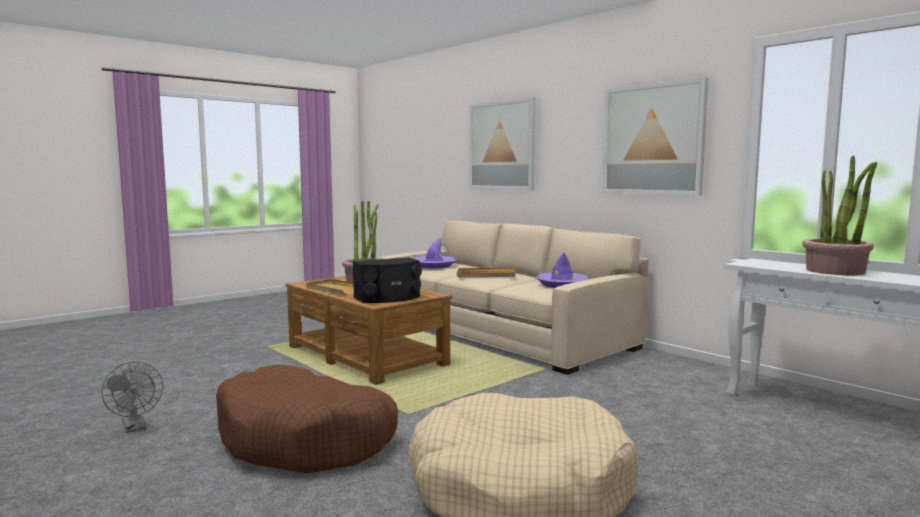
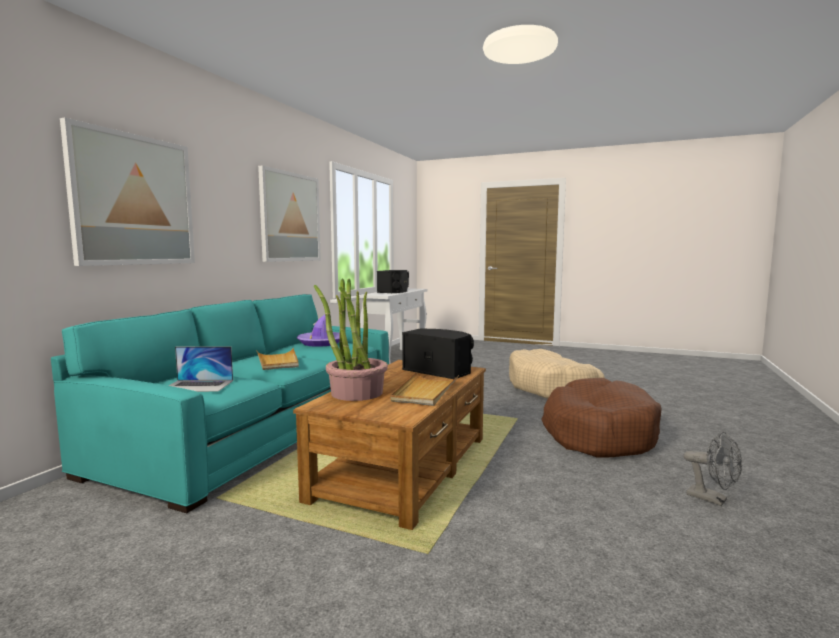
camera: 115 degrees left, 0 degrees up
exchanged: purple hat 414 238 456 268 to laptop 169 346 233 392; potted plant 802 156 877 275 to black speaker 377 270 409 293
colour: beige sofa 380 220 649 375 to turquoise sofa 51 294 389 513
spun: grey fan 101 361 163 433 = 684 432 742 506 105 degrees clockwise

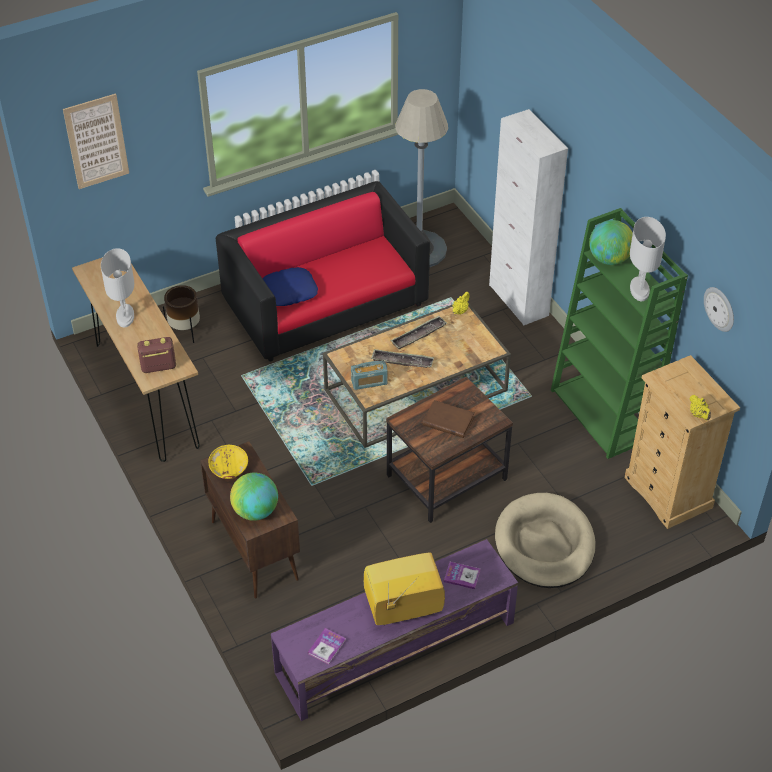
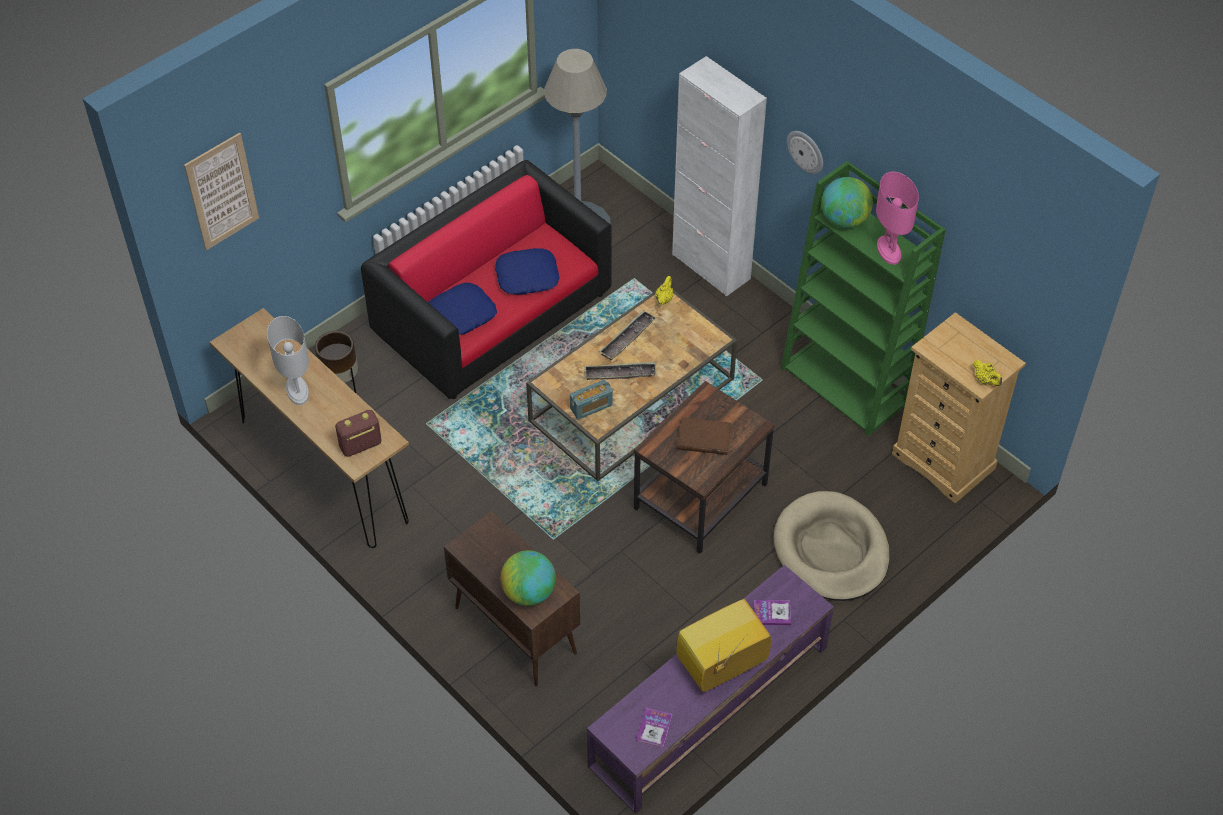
camera: 15 degrees left, 5 degrees up
missing: yellow bowl 208 445 248 479
appeared: blue pillow 495 248 559 295
relocated: wall clock 704 287 734 332 to 787 131 823 174
colour: white table lamp 630 217 666 301 to pink table lamp 876 172 919 265

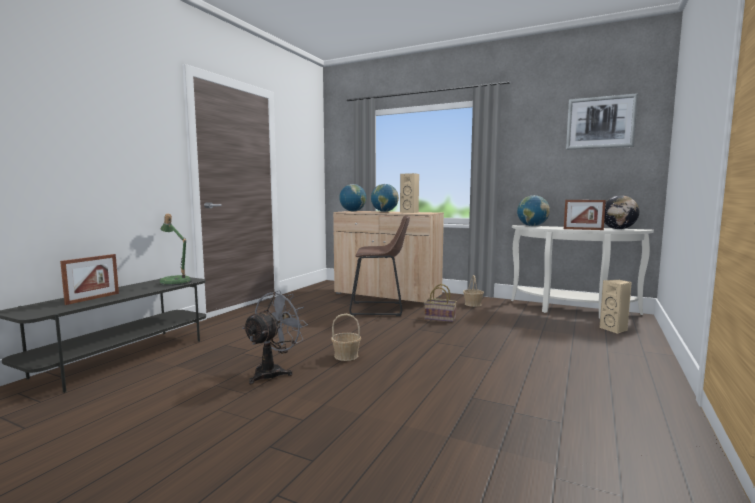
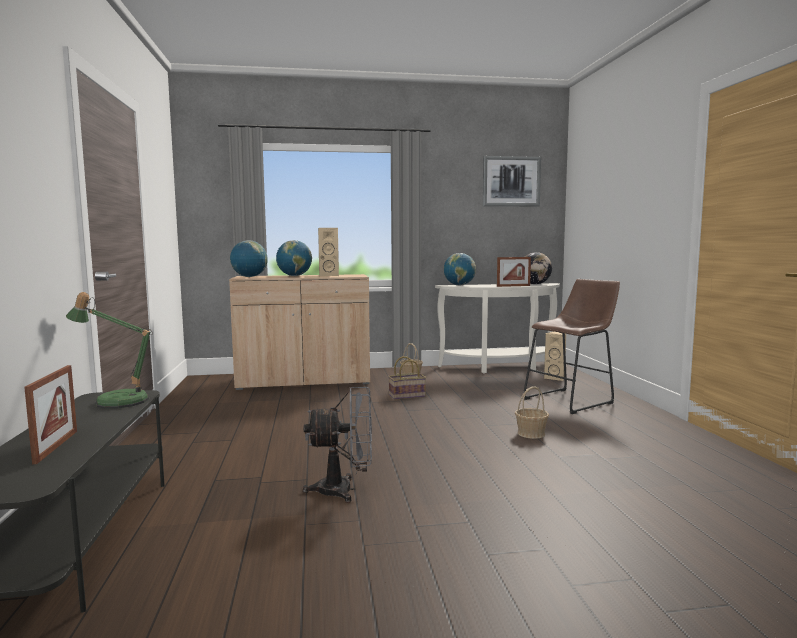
camera: 35 degrees left, 0 degrees up
relocated: basket 331 314 361 361 to 515 386 549 439; brown stool 349 215 410 316 to 523 279 620 414
spun: grey fan 242 291 308 384 = 303 387 372 503 90 degrees clockwise

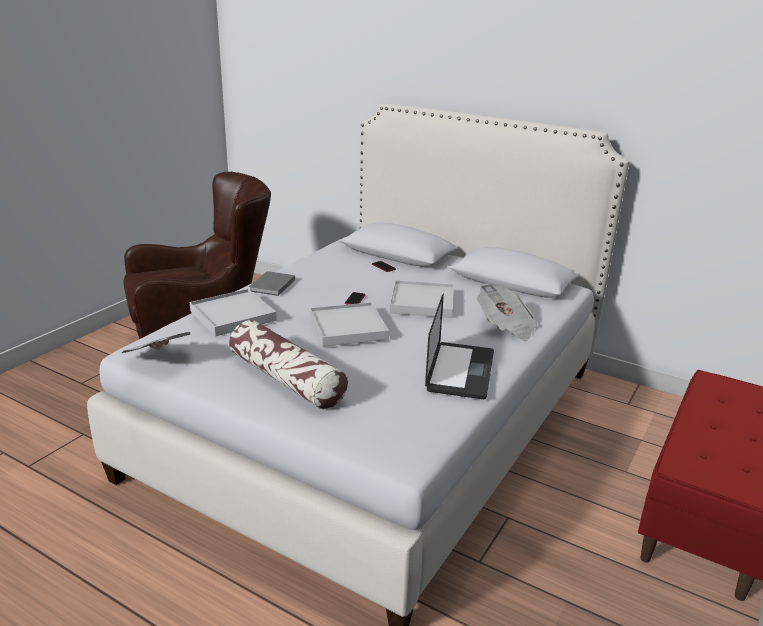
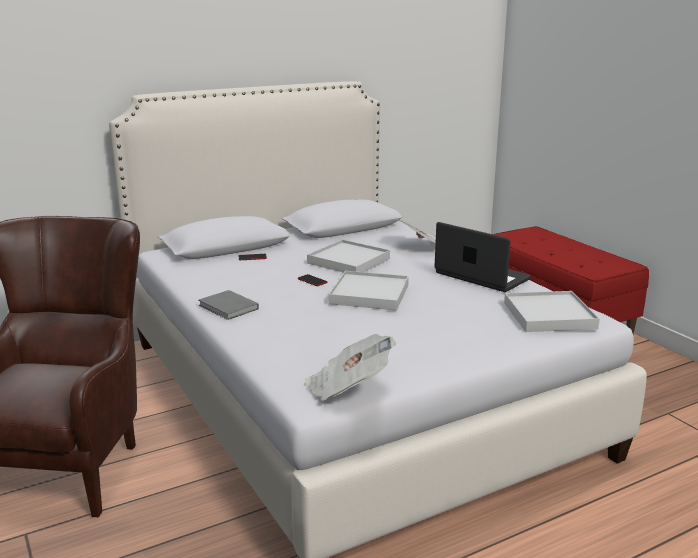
camera: 60 degrees left, 5 degrees down
missing: pillow 229 320 348 409
relocated: white tray 190 289 277 336 to 504 291 600 332

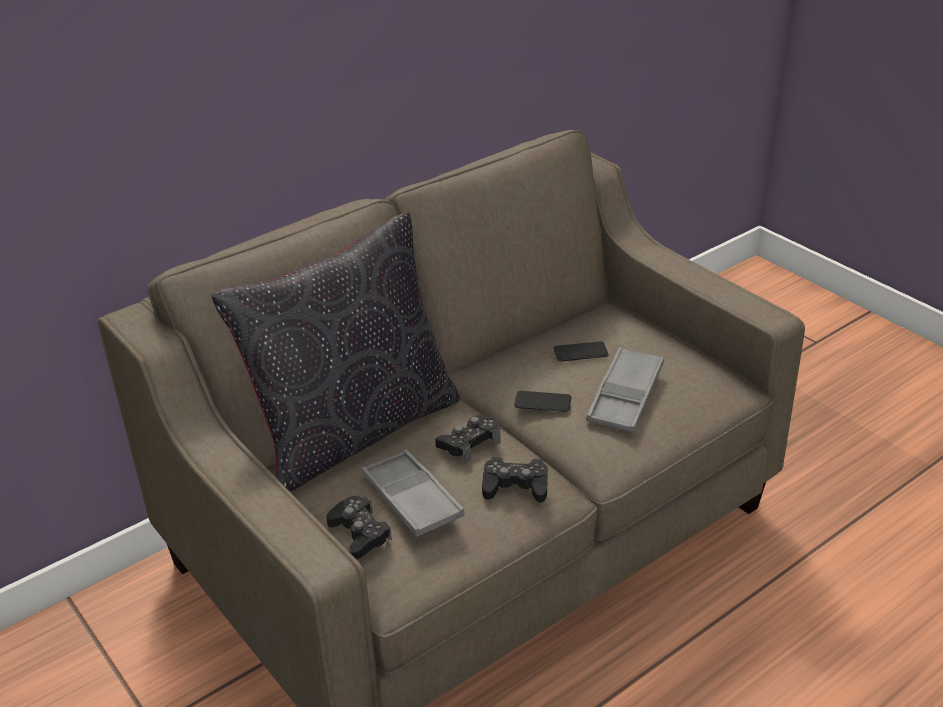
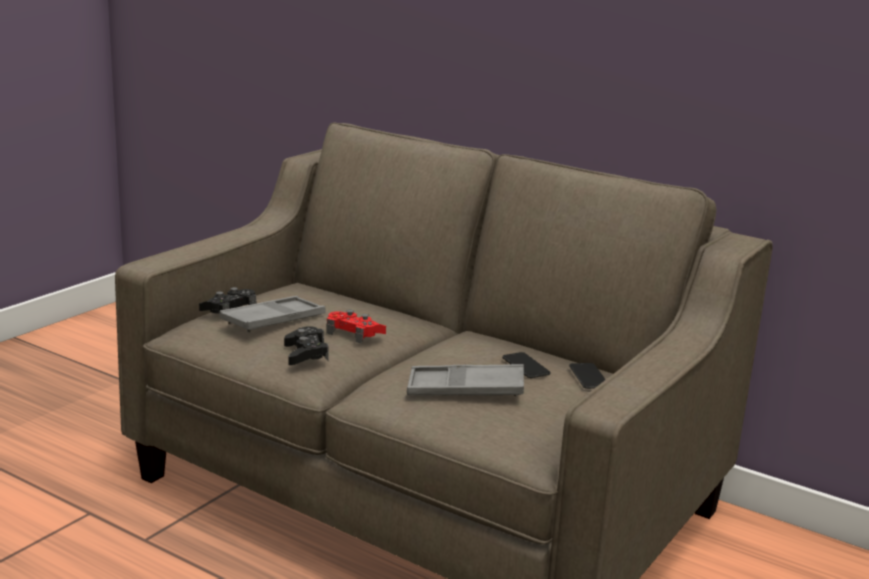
camera: 70 degrees right, 15 degrees down
missing: black pillow 211 213 460 492
relocated: phone 514 391 571 412 to 569 363 606 389
colour: black game controller 435 415 501 463 to red game controller 327 310 386 343

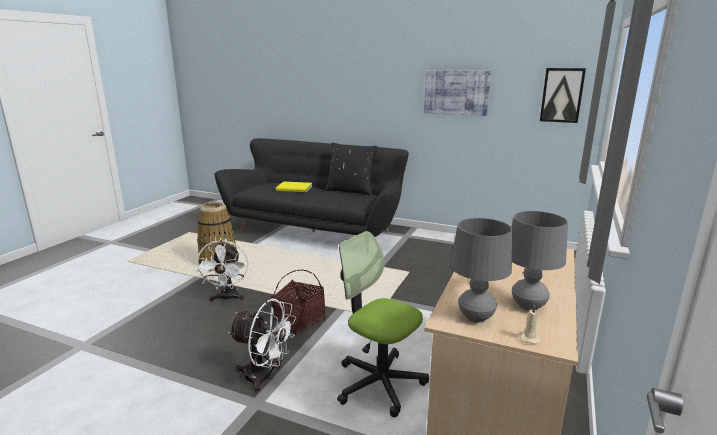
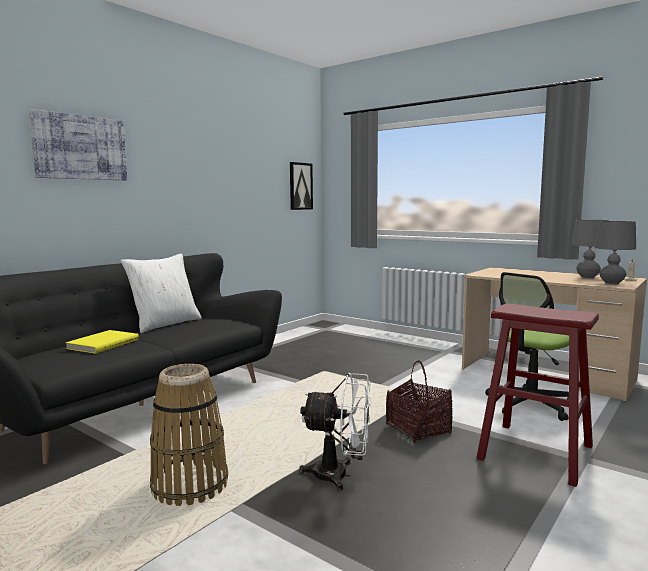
camera: 75 degrees left, 10 degrees down
relocated: picture 424 70 491 116 to 29 109 127 180
exchanged: white fan 228 298 296 392 to red stool 476 303 599 487
colour: black pillow 325 143 377 196 to white pillow 121 254 202 333

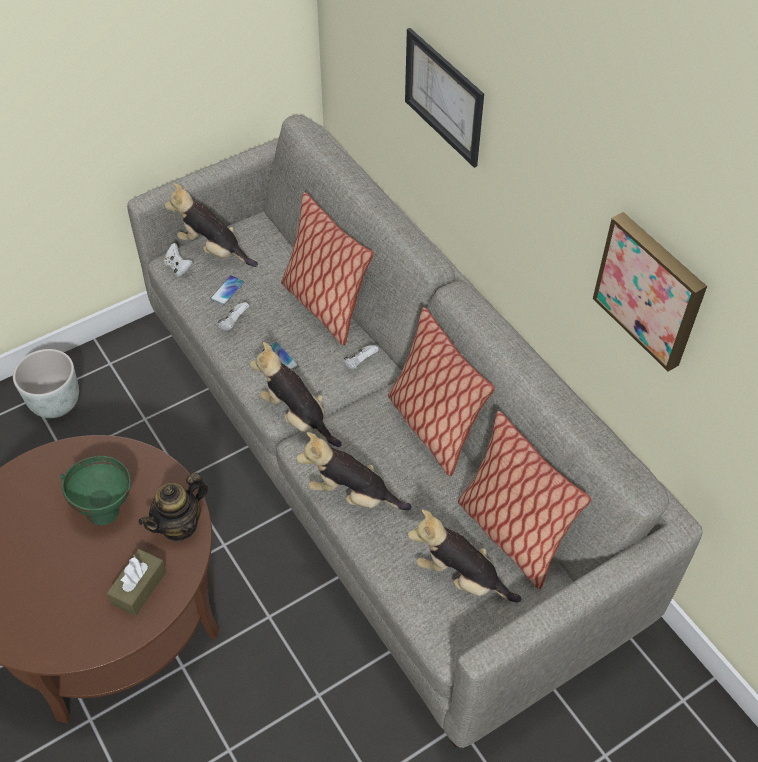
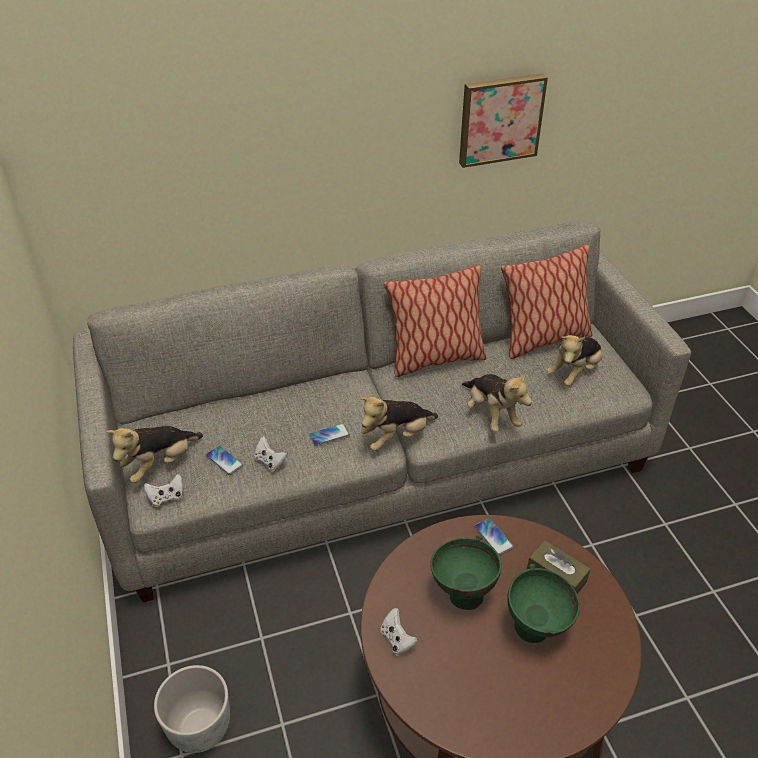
camera: 75 degrees left, 10 degrees down
missing: pillow 281 192 373 345; picture 405 28 484 168
appeared: green bowl 507 564 580 643
relocated: white game controller 344 345 379 369 to 380 608 418 656
exchanged: teapot 138 472 208 542 to phone 475 518 514 555
spun: plush toy 296 432 412 510 = 462 372 532 432 60 degrees counterclockwise

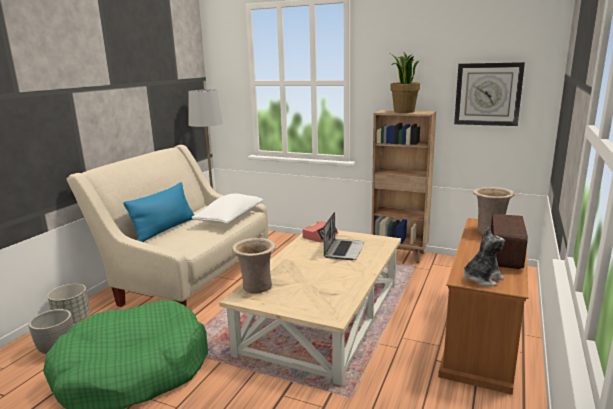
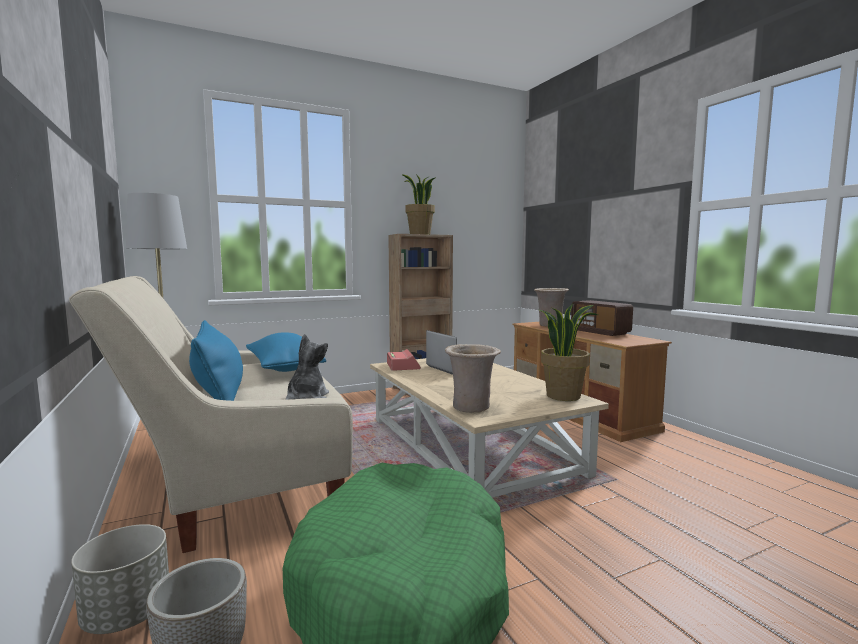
camera: 50 degrees left, 10 degrees down
missing: wall clock 454 62 525 126
appeared: potted plant 539 304 598 401
relocated: plush toy 464 227 505 287 to 286 334 329 399
colour: white pillow 192 193 263 224 to blue pillow 246 332 326 372

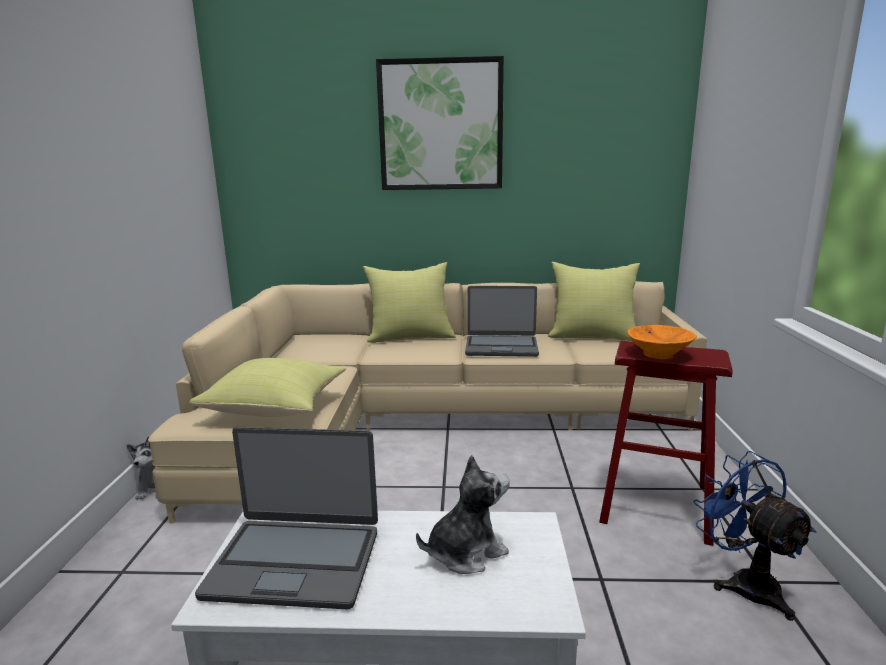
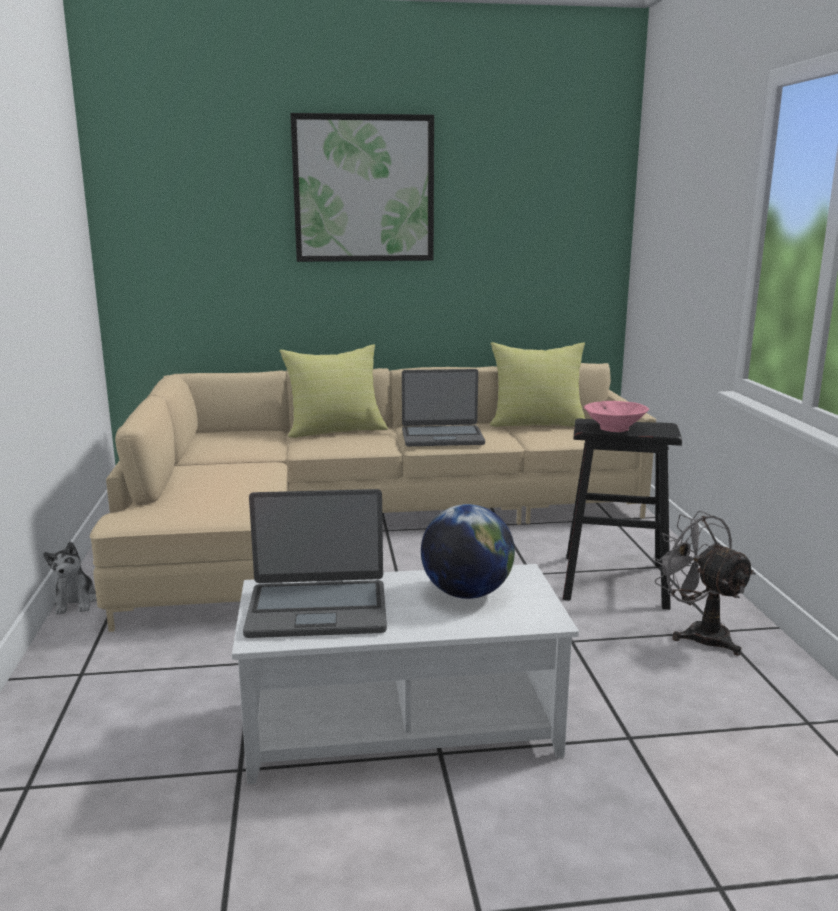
camera: 10 degrees left, 0 degrees up
missing: yellow pillow 189 358 346 417
exchanged: plush toy 416 455 510 574 to globe 421 504 515 599
colour: red stool 599 341 732 546 to black stool 563 418 682 610; orange bowl 627 325 697 359 to pink bowl 584 401 649 432; blue fan 693 451 817 621 to grey fan 652 511 756 656

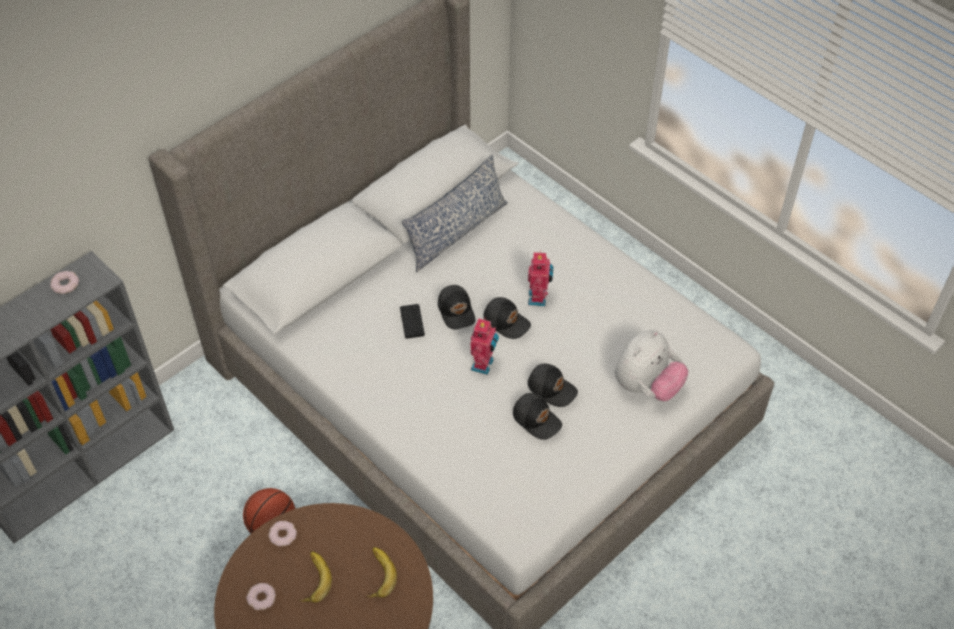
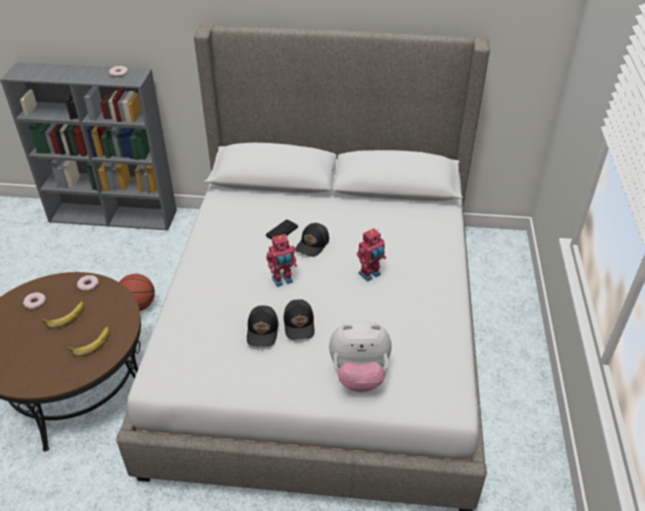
camera: 50 degrees right, 10 degrees down
missing: pillow 402 155 508 273; black cap 484 297 531 339

